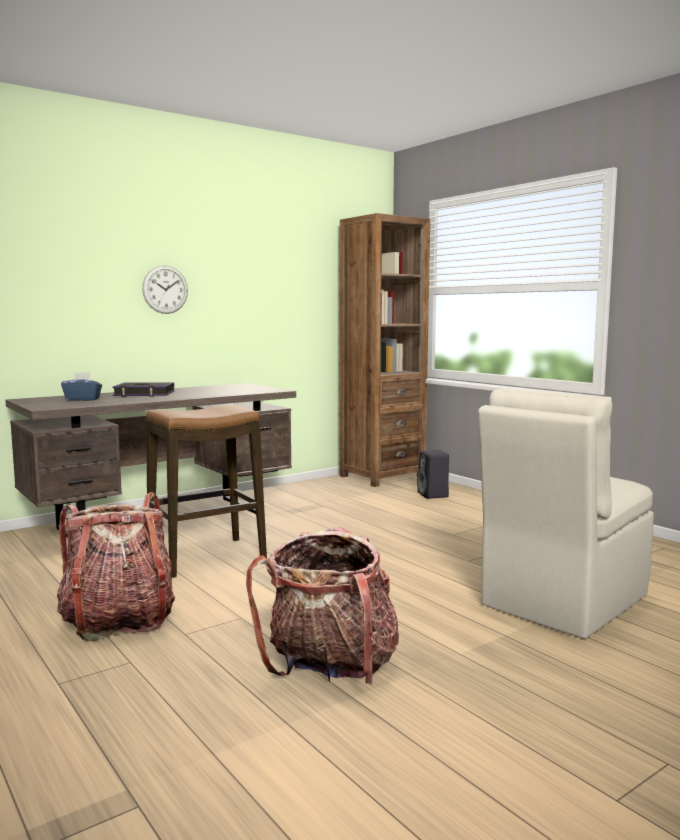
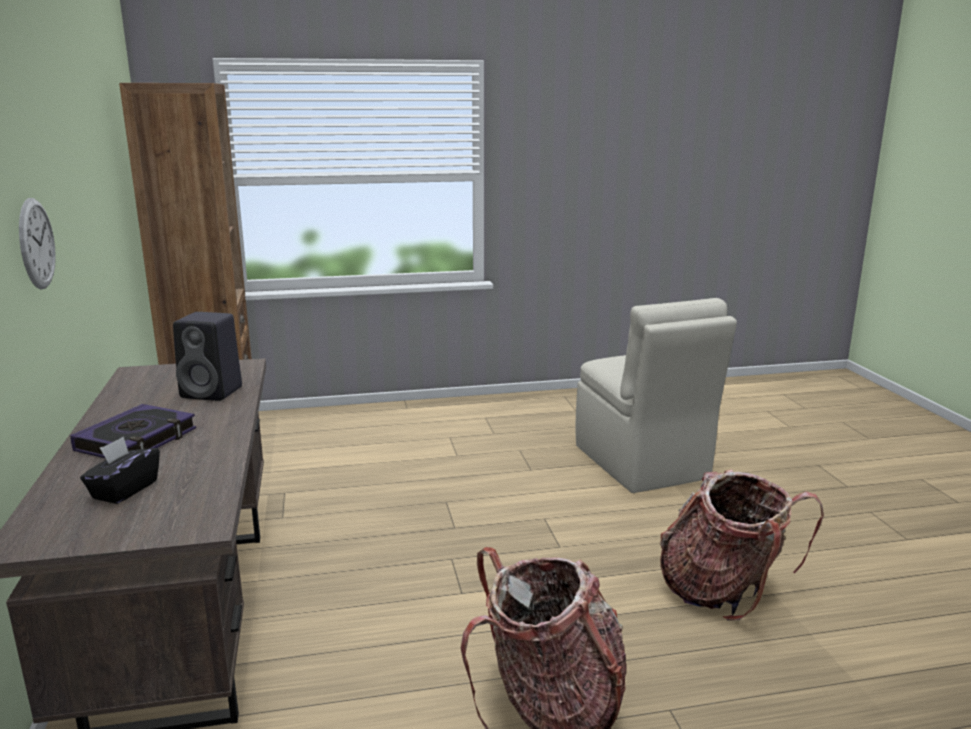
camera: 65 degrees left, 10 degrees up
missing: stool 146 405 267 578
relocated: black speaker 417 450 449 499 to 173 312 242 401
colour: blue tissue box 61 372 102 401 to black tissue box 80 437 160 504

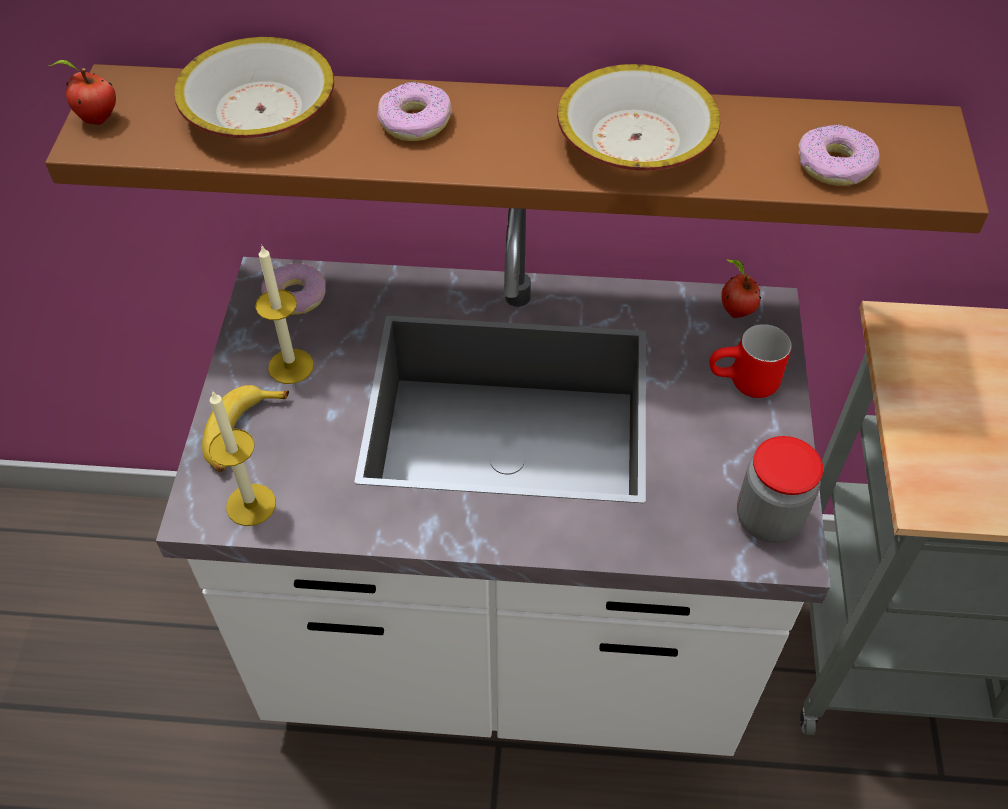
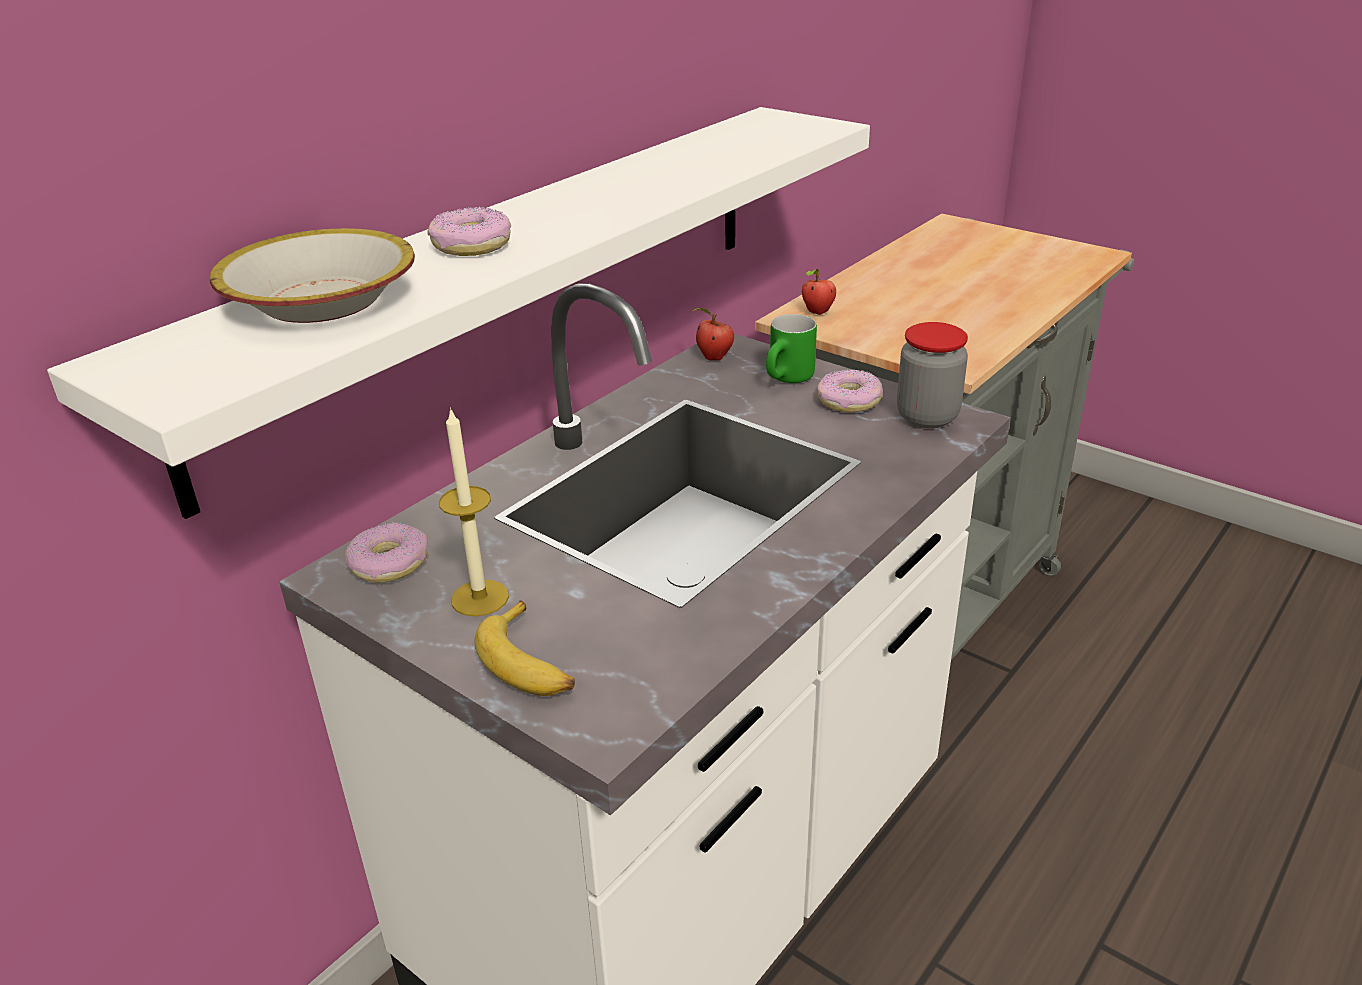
camera: 55 degrees left, 20 degrees down
missing: candle 209 390 276 526; bowl 557 64 720 171
relocated: apple 48 60 116 125 to 802 269 836 315; donut 798 124 880 186 to 817 369 883 413
colour: brown shelf 45 64 989 233 to white shelf 47 107 870 519; red mug 710 324 791 398 to green mug 766 314 817 383

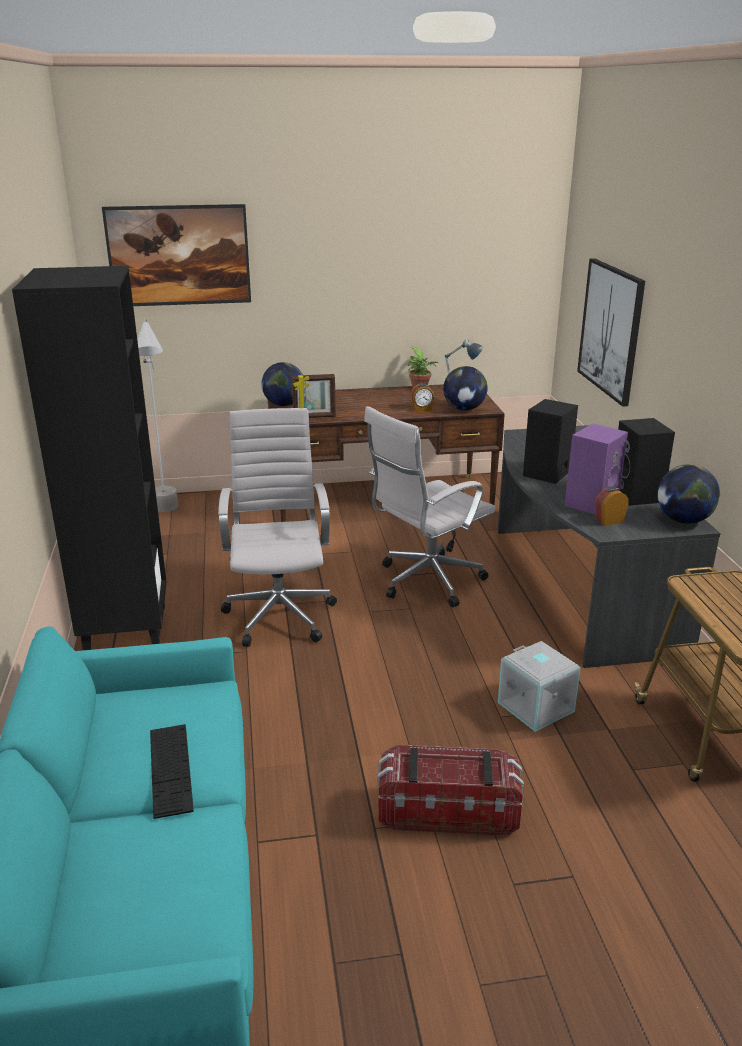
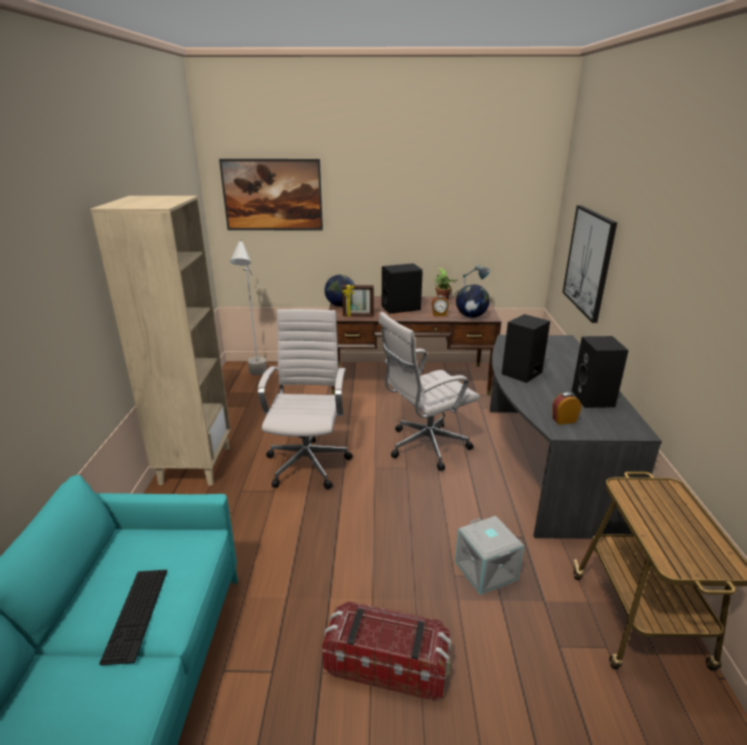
camera: 10 degrees right, 0 degrees up
missing: purple speaker 565 424 628 515; globe 657 464 720 524
appeared: black speaker 382 263 423 314
colour: black bookcase 12 266 166 650 to beige bookcase 90 196 231 486

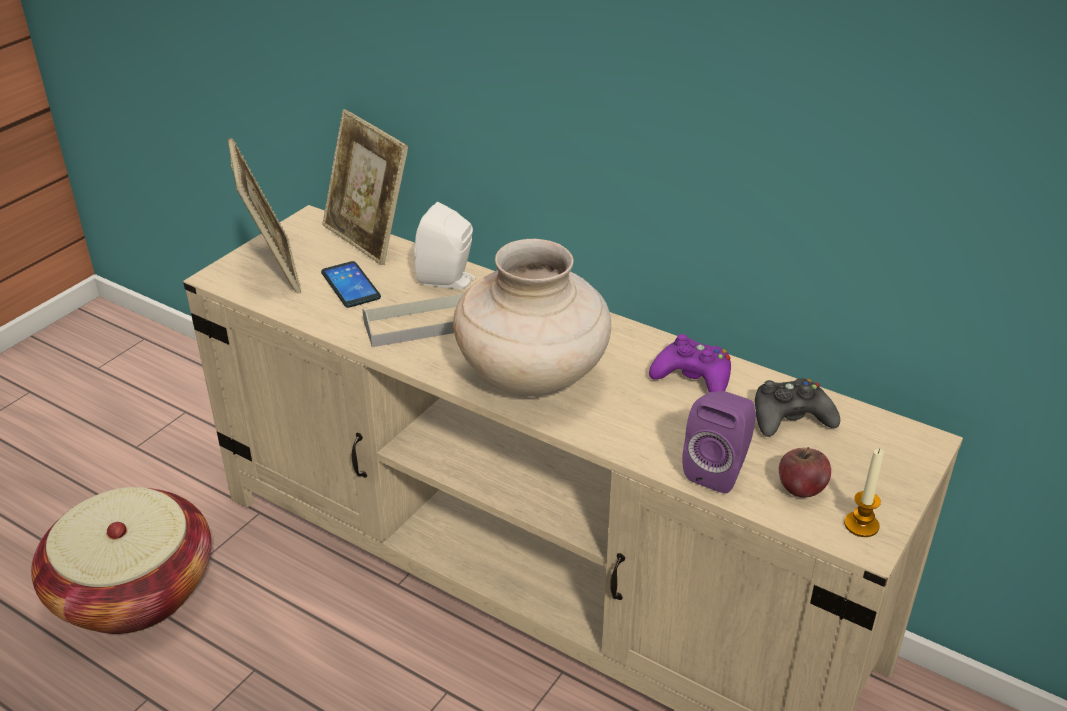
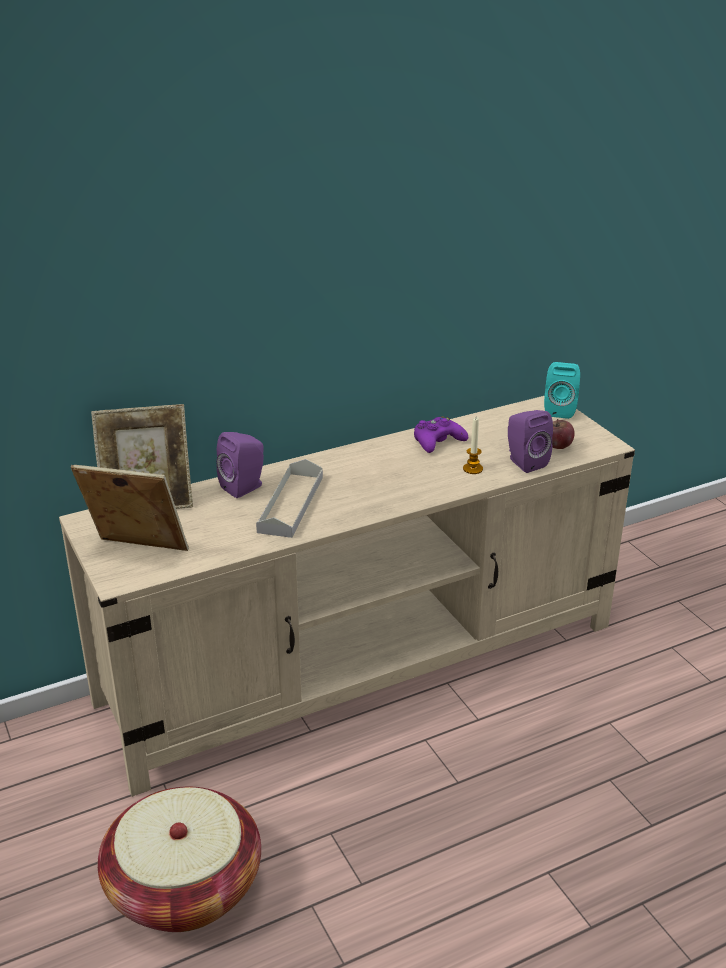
camera: 60 degrees left, 5 degrees down
missing: phone 321 261 381 308; beige vase 453 239 611 397; black game controller 755 378 840 437
appeared: turquoise speaker 544 362 580 419
relocated: candle 844 449 884 537 to 463 417 483 474
colour: white speaker 414 202 477 289 to purple speaker 216 432 264 498

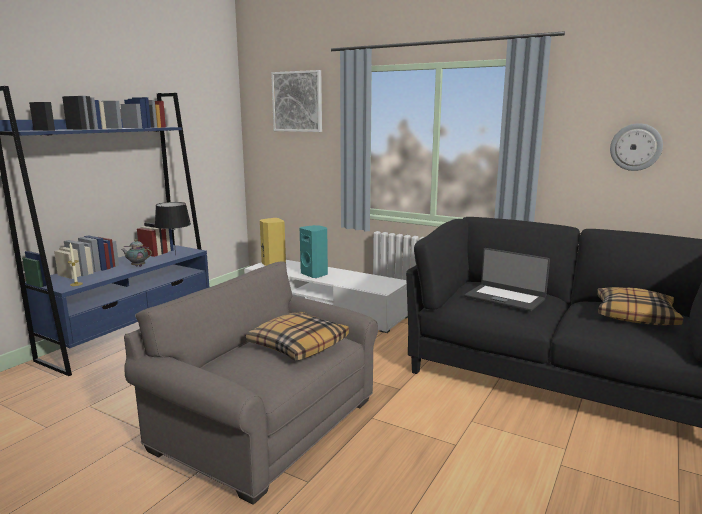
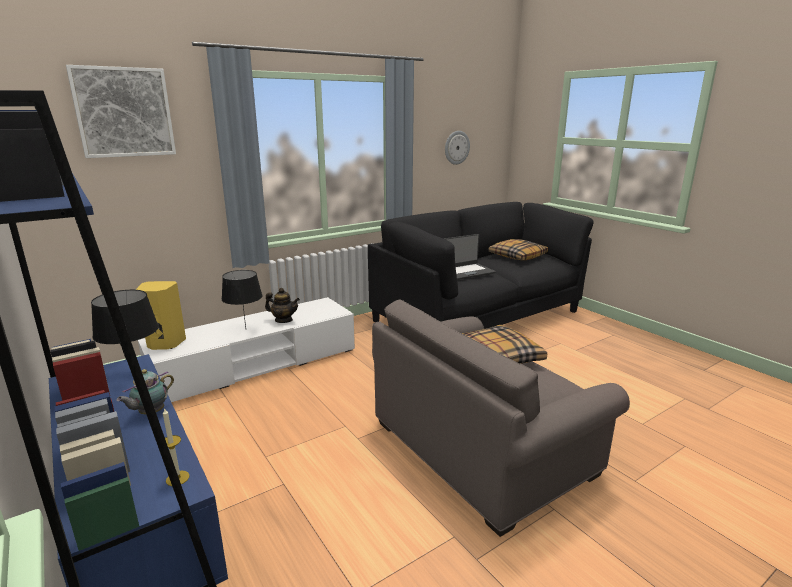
camera: 65 degrees left, 5 degrees up
appeared: teapot 265 288 300 323
exchanged: turquoise speaker 300 225 328 278 to black table lamp 222 270 263 328

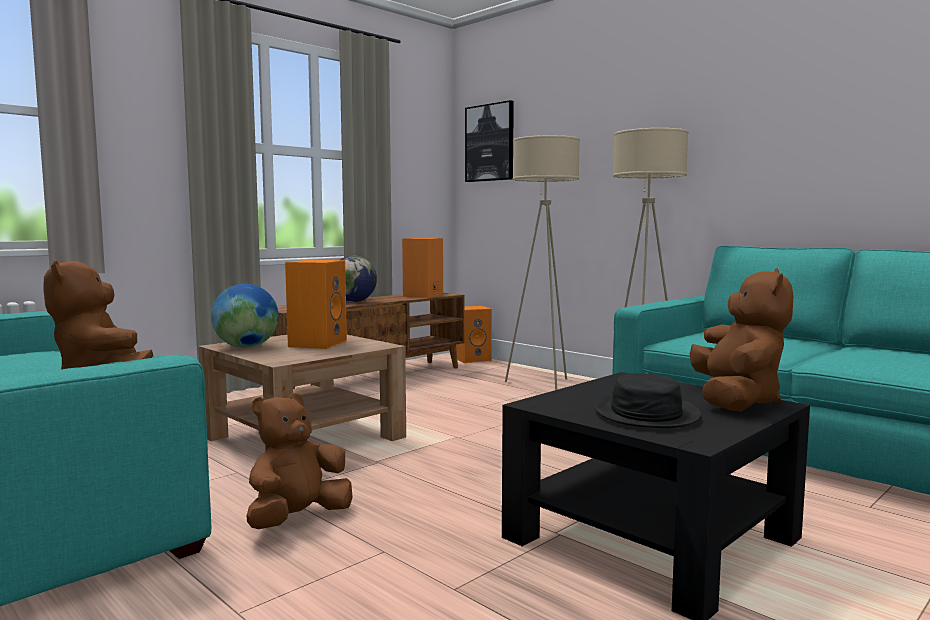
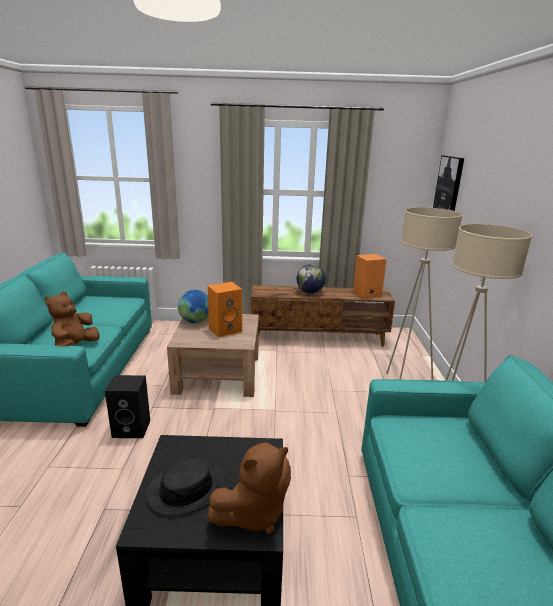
camera: 45 degrees right, 15 degrees up
missing: orange speaker 456 306 492 363
exchanged: brown plush toy 247 393 352 529 to black speaker 105 375 150 438

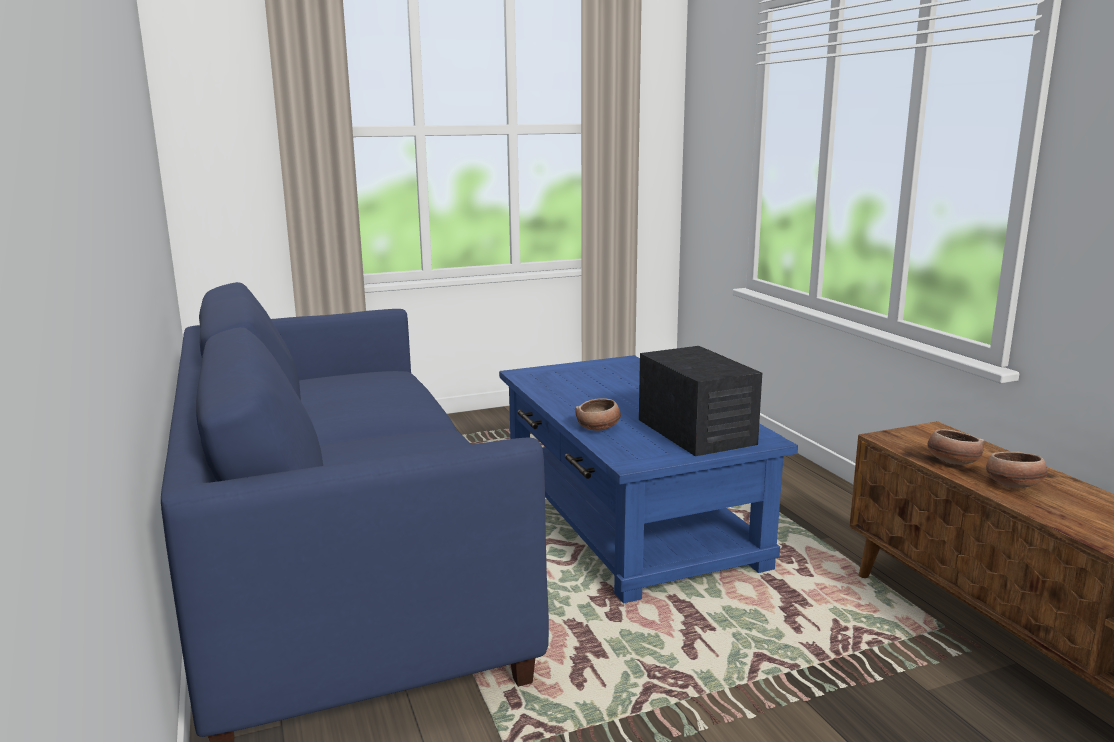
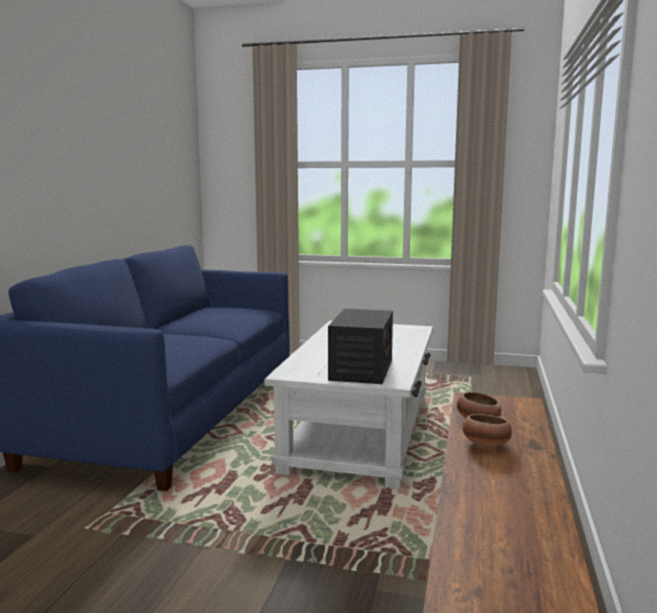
camera: 35 degrees right, 5 degrees down
missing: bowl 575 398 621 431
colour: blue coffee table 499 355 798 603 to white coffee table 264 321 433 488

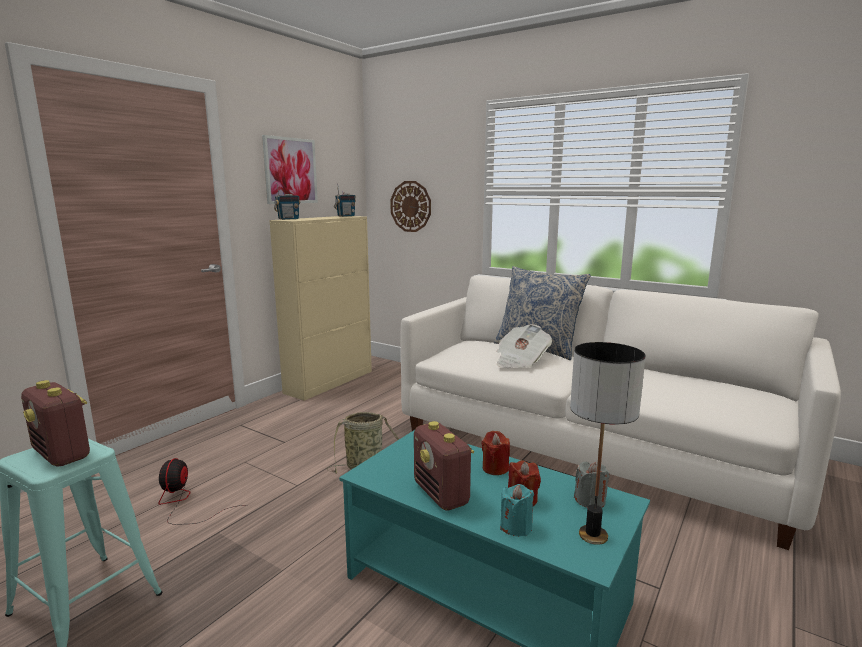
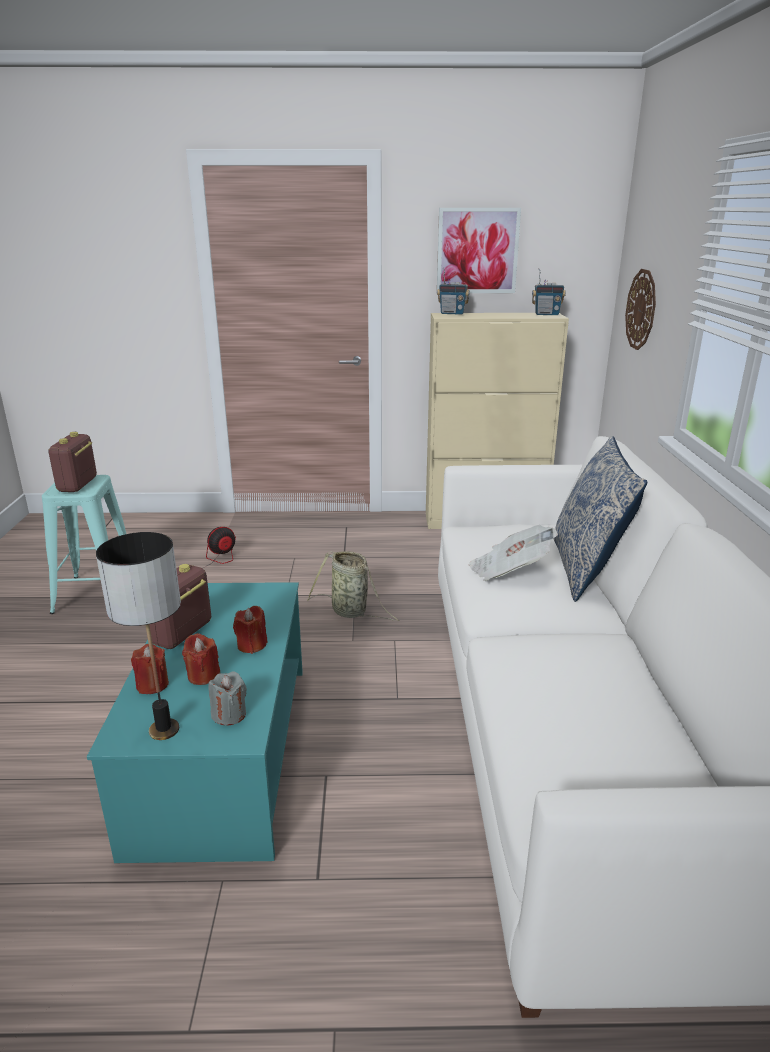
camera: 55 degrees right, 10 degrees up
colour: turquoise candle 500 484 534 536 to red candle 131 644 169 694

